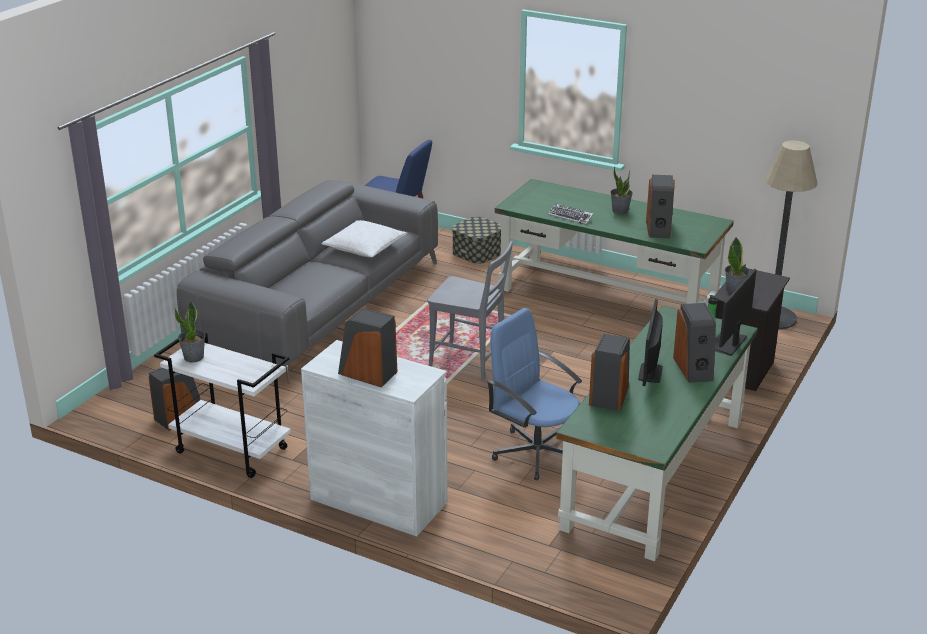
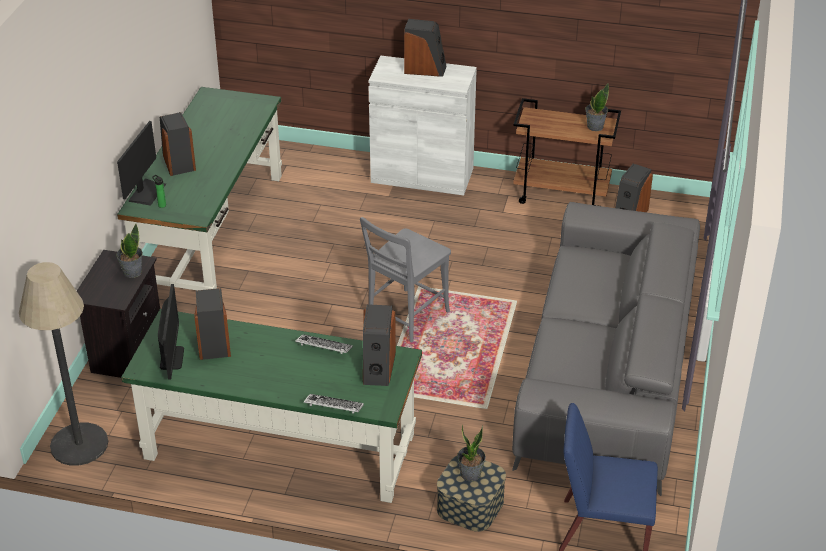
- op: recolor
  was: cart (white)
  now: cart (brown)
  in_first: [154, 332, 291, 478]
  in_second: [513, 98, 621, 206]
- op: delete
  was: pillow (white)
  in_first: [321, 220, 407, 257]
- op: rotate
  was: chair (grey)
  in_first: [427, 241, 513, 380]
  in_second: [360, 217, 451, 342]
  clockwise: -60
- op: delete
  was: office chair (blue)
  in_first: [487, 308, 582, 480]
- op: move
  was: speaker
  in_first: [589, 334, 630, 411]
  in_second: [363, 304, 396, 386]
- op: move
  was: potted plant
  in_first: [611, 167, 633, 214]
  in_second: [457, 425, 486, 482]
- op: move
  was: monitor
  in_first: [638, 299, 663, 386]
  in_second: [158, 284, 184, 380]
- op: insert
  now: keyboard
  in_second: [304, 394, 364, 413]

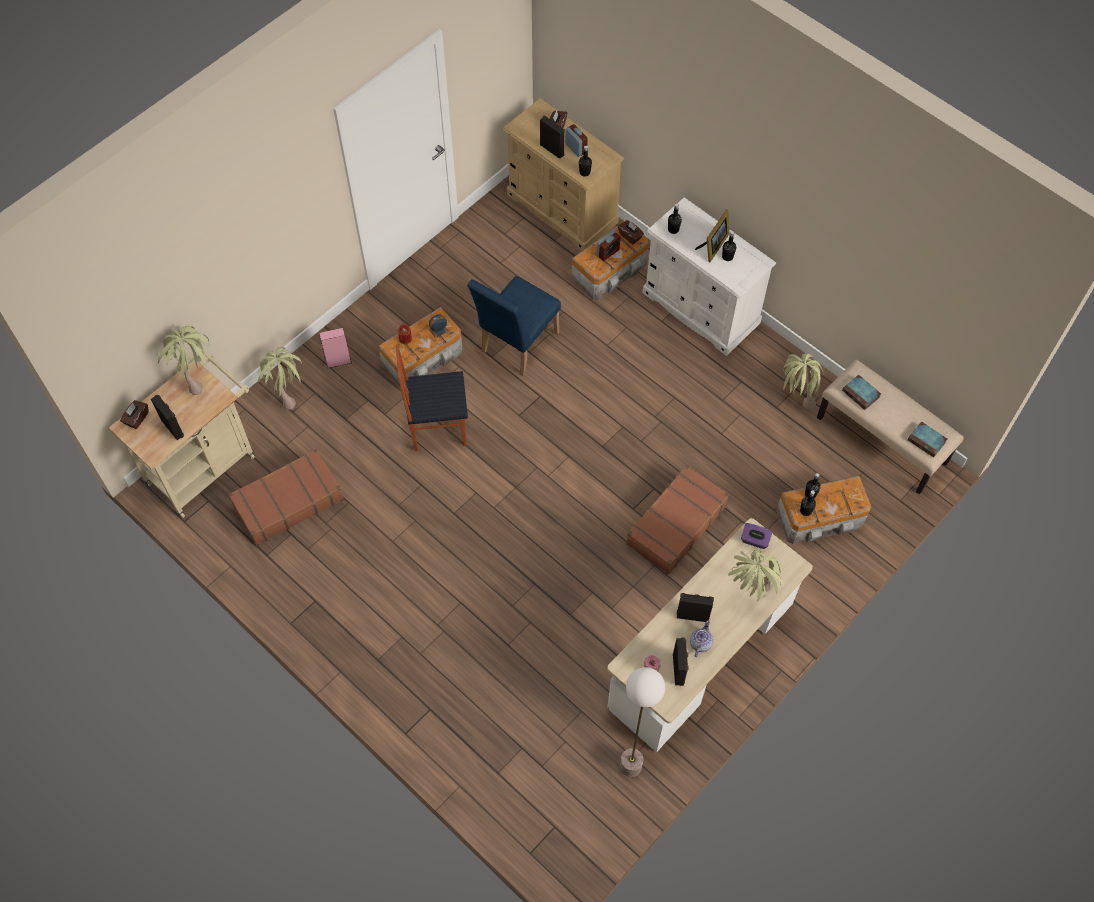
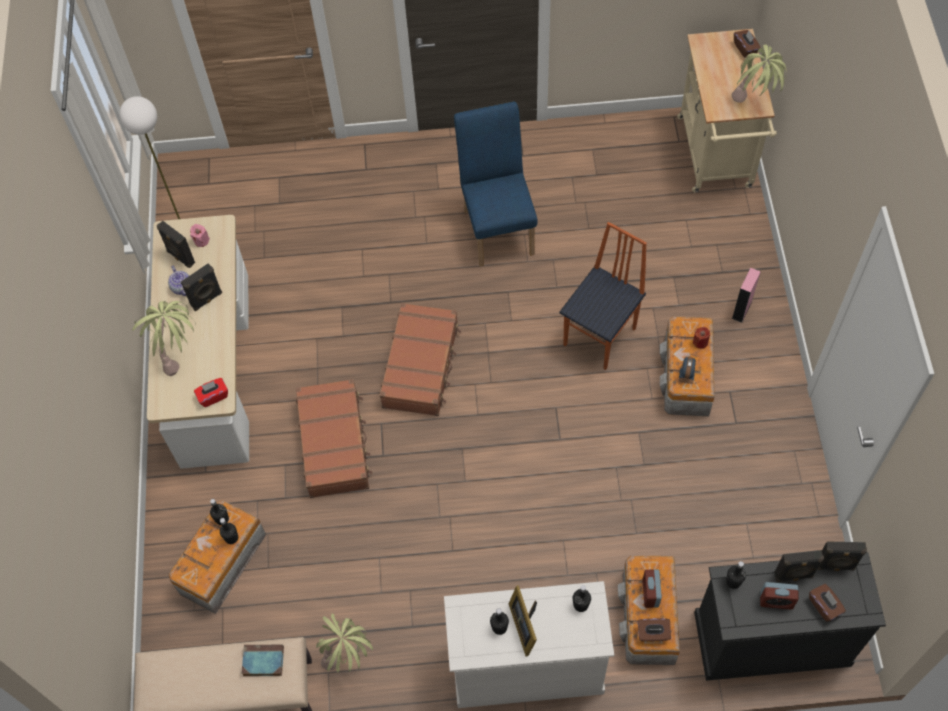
- op: move
  was: speaker (black)
  in_first: [151, 395, 184, 440]
  in_second: [818, 541, 867, 571]
- op: move
  was: suitcase (brown)
  in_first: [228, 449, 344, 546]
  in_second: [379, 303, 461, 416]
- op: delete
  was: potted plant
  in_first: [257, 347, 302, 410]
- op: move
  was: chair (blue)
  in_first: [467, 276, 561, 376]
  in_second: [454, 101, 537, 266]
- op: recolor
  was: dresser (beige)
  now: dresser (black)
  in_first: [503, 98, 624, 251]
  in_second: [694, 552, 886, 681]
- op: recolor
  was: tissue box (purple)
  now: tissue box (red)
  in_first: [741, 523, 773, 549]
  in_second: [194, 378, 228, 407]
- op: delete
  was: book
  in_first: [907, 421, 947, 457]

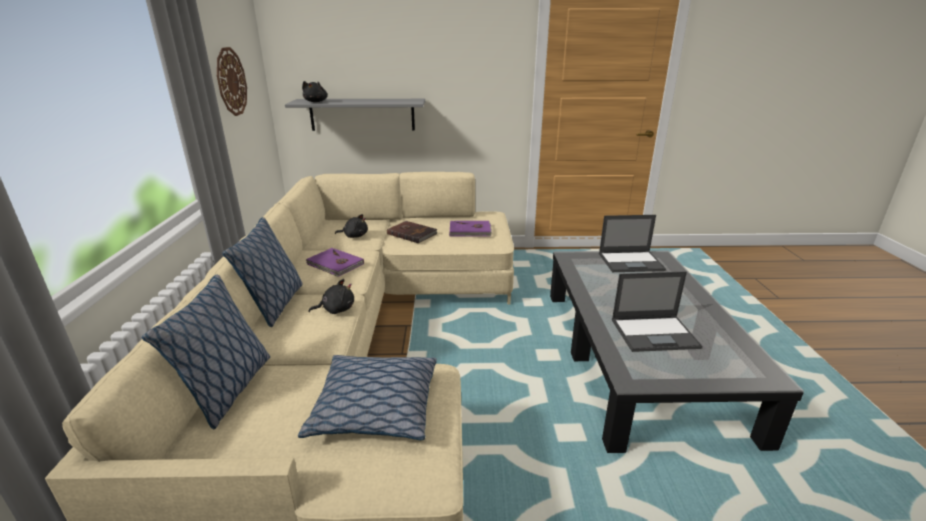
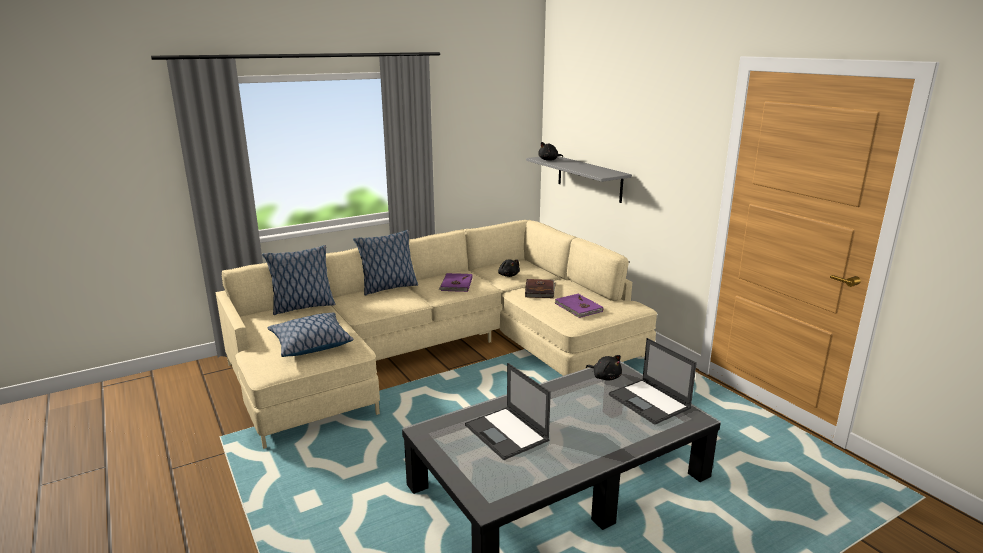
- op: delete
  was: wall clock
  in_first: [217, 47, 247, 116]
- op: move
  was: plush toy (black)
  in_first: [309, 279, 354, 314]
  in_second: [586, 355, 622, 381]

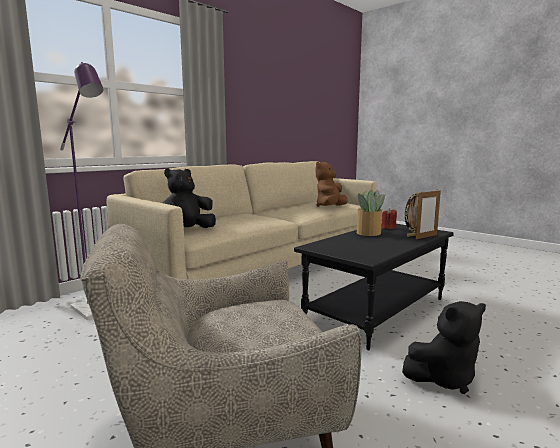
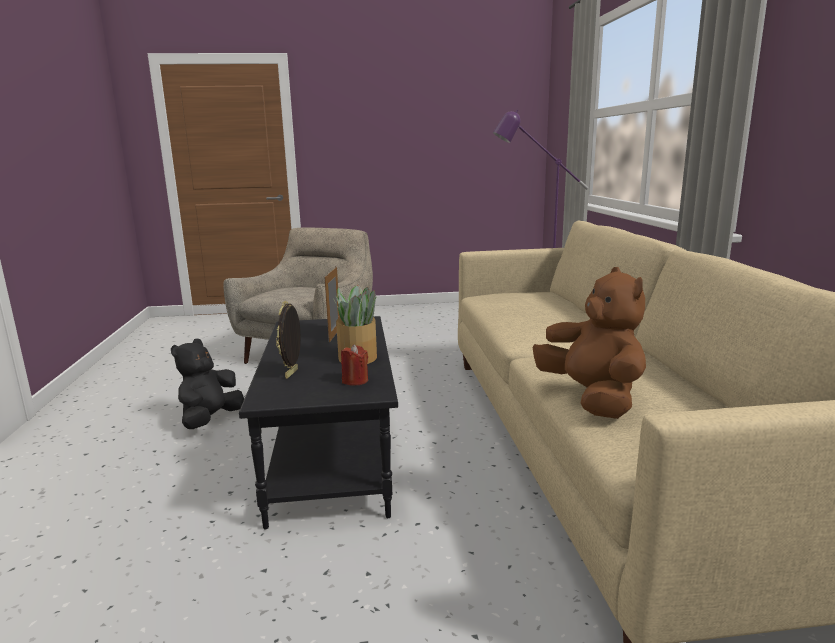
- op: delete
  was: plush toy (black)
  in_first: [163, 168, 216, 228]
- op: move
  was: picture frame
  in_first: [415, 190, 441, 239]
  in_second: [325, 266, 340, 342]

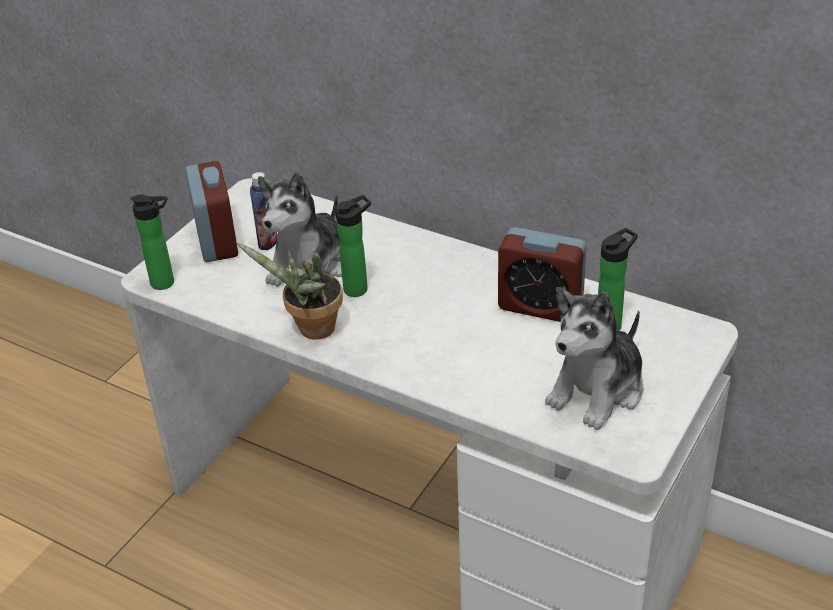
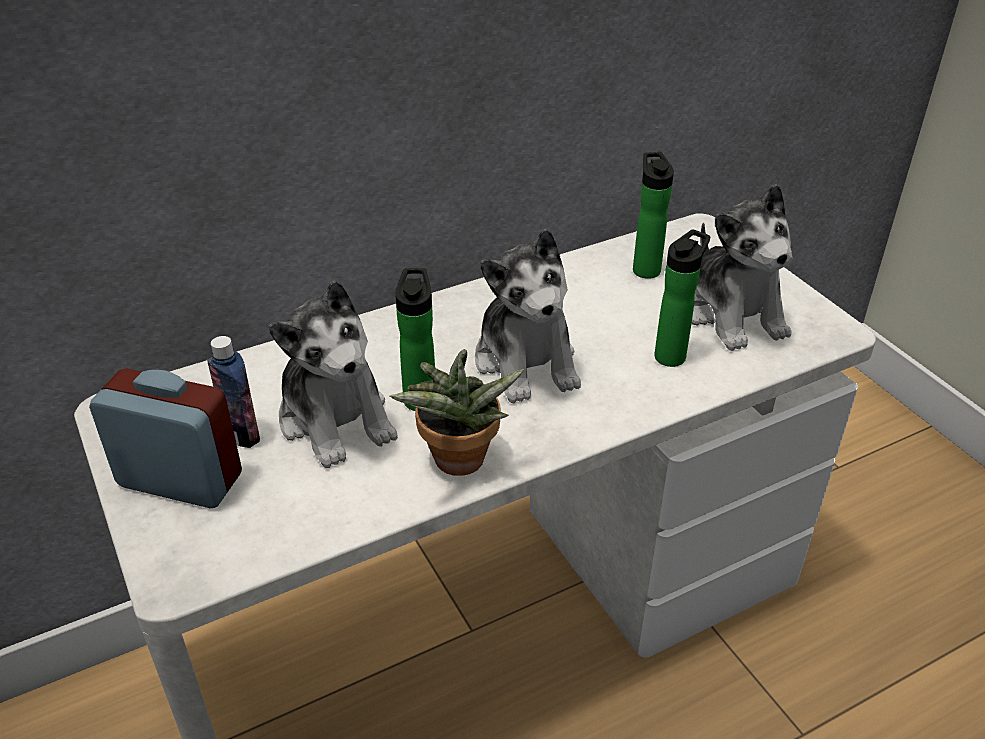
- op: move
  was: bottle
  in_first: [131, 194, 174, 290]
  in_second: [654, 229, 710, 367]
- op: delete
  was: alarm clock
  in_first: [498, 227, 587, 322]
- op: insert
  now: plush toy
  in_second: [475, 228, 581, 403]

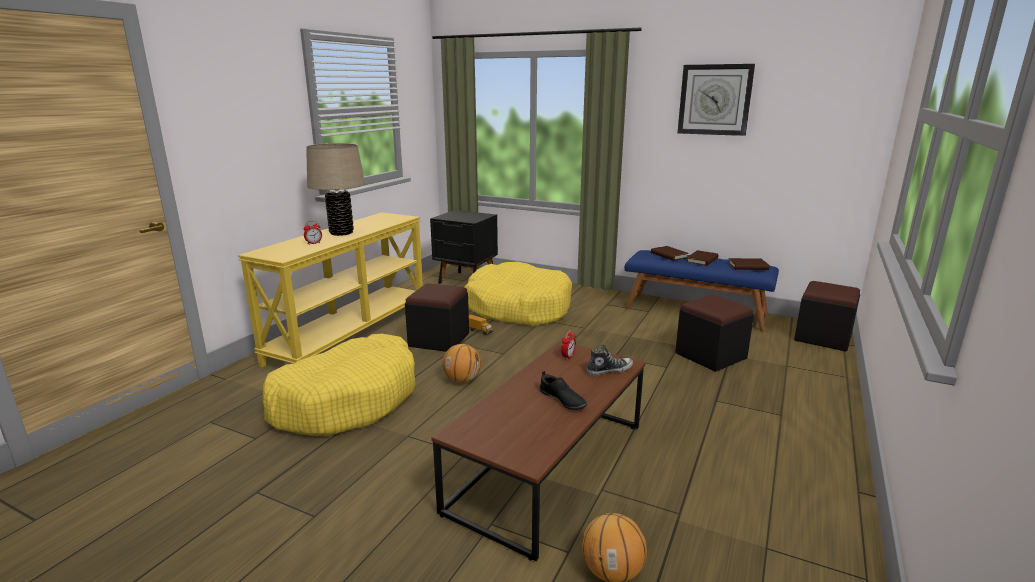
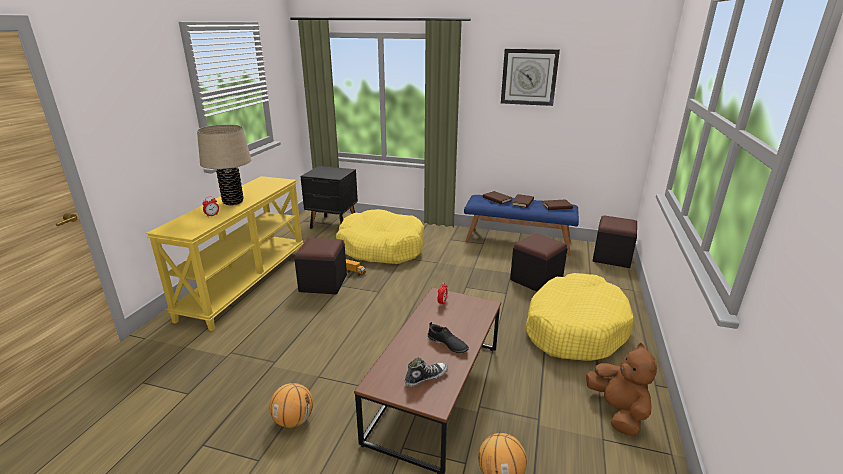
- op: move
  was: dog bed (yellow)
  in_first: [263, 334, 415, 436]
  in_second: [526, 273, 633, 361]
- op: move
  was: basketball
  in_first: [442, 344, 481, 383]
  in_second: [269, 383, 313, 428]
- op: move
  was: shoe
  in_first: [587, 345, 633, 376]
  in_second: [405, 357, 448, 387]
- op: insert
  now: plush toy (brown)
  in_second: [586, 343, 657, 436]

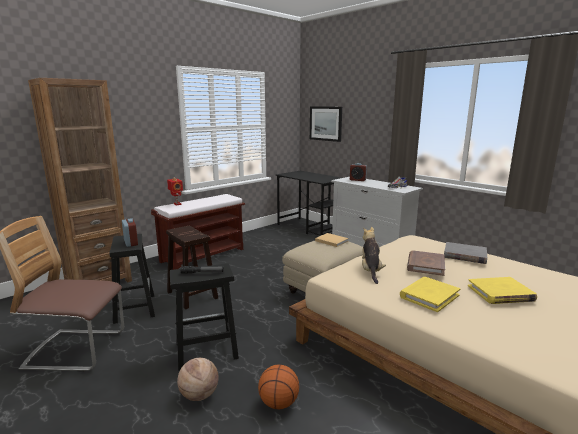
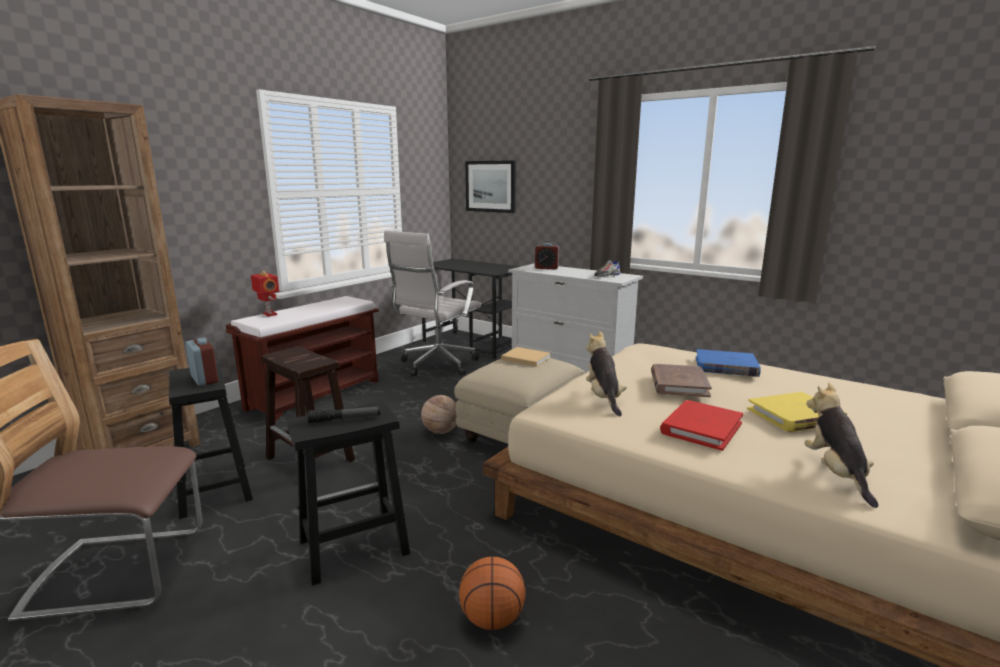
- op: move
  was: basketball
  in_first: [177, 358, 219, 401]
  in_second: [421, 395, 457, 434]
- op: recolor
  was: book (yellow)
  now: book (red)
  in_first: [400, 277, 460, 312]
  in_second: [660, 400, 743, 451]
- op: recolor
  was: book (grey)
  now: book (blue)
  in_first: [444, 242, 487, 264]
  in_second: [696, 349, 761, 377]
- op: insert
  now: office chair (white)
  in_second: [384, 230, 481, 376]
- op: insert
  now: plush toy
  in_second: [805, 383, 878, 508]

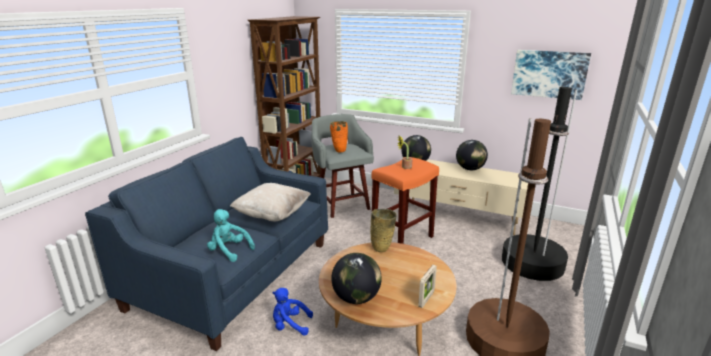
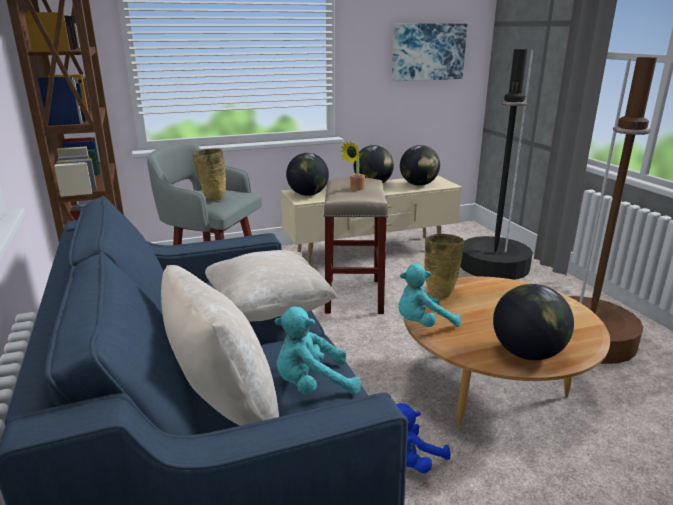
- op: recolor
  was: vase (orange)
  now: vase (beige)
  in_first: [330, 121, 348, 152]
  in_second: [193, 148, 226, 201]
- op: recolor
  was: stool (orange)
  now: stool (beige)
  in_first: [371, 157, 439, 244]
  in_second: [323, 177, 388, 314]
- op: delete
  was: picture frame
  in_first: [418, 265, 437, 308]
- op: insert
  now: pillow (beige)
  in_second: [161, 265, 279, 426]
- op: insert
  now: plush toy (turquoise)
  in_second: [398, 264, 461, 327]
- op: insert
  now: globe
  in_second: [400, 145, 440, 186]

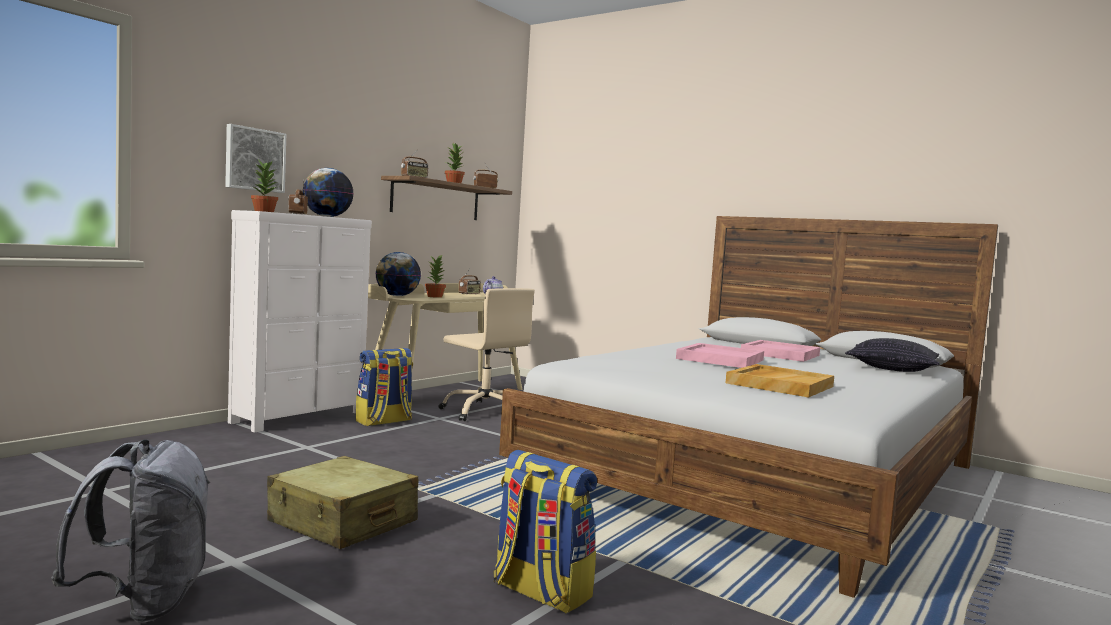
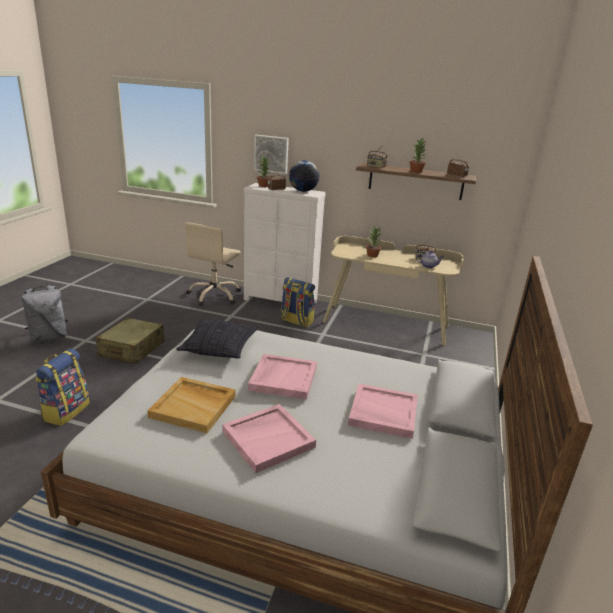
- op: delete
  was: globe
  in_first: [376, 252, 421, 296]
- op: move
  was: office chair (beige)
  in_first: [438, 288, 535, 421]
  in_second: [185, 222, 241, 306]
- op: move
  was: pillow
  in_first: [845, 338, 940, 372]
  in_second: [176, 319, 258, 359]
- op: insert
  now: tray (pink)
  in_second: [222, 404, 316, 473]

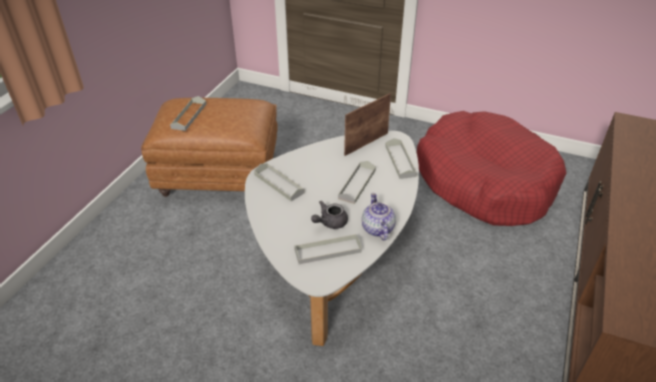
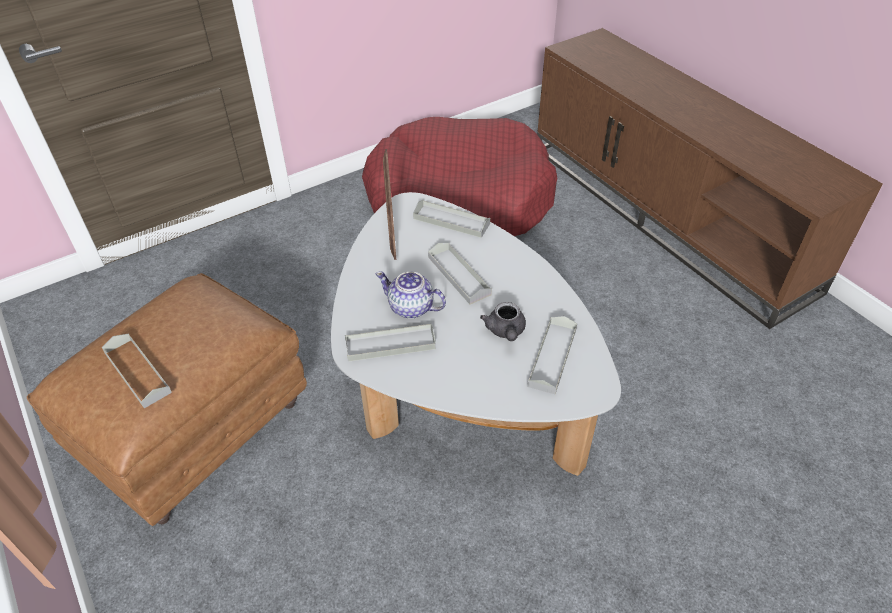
- op: move
  was: teapot
  in_first: [362, 193, 396, 241]
  in_second: [376, 271, 446, 318]

